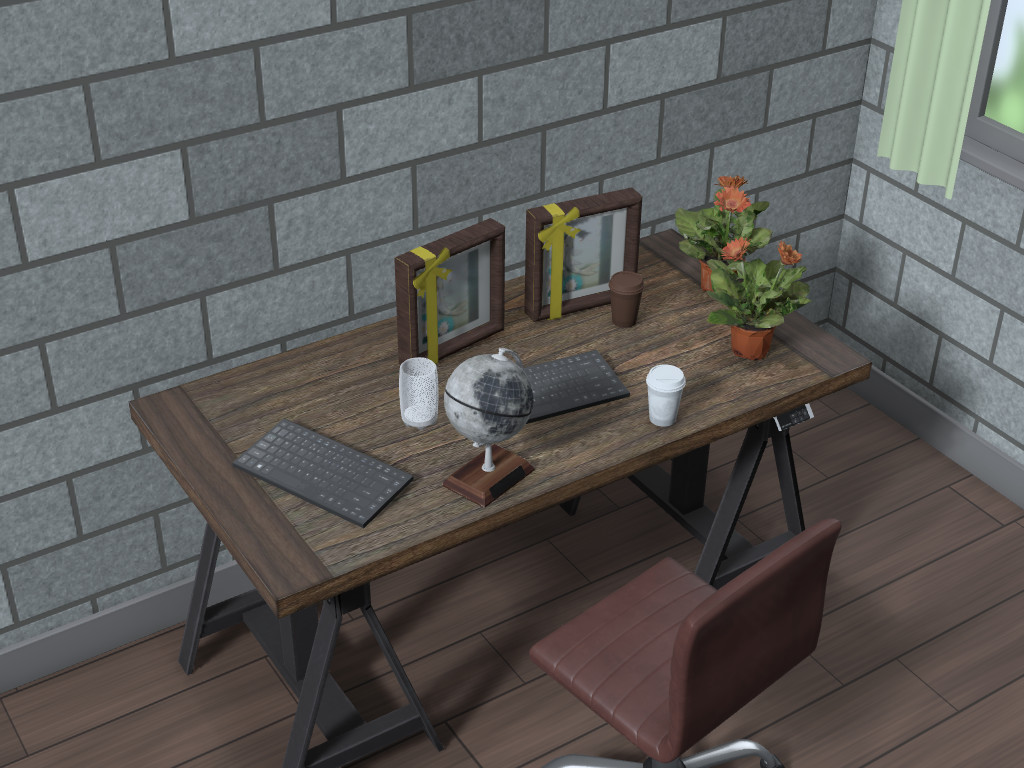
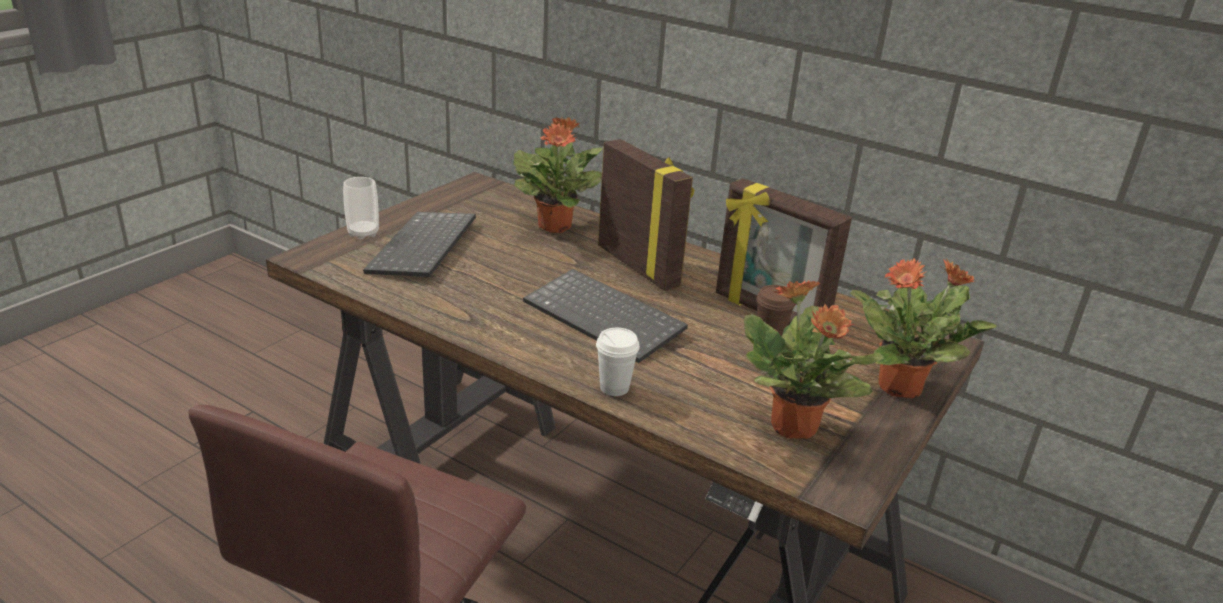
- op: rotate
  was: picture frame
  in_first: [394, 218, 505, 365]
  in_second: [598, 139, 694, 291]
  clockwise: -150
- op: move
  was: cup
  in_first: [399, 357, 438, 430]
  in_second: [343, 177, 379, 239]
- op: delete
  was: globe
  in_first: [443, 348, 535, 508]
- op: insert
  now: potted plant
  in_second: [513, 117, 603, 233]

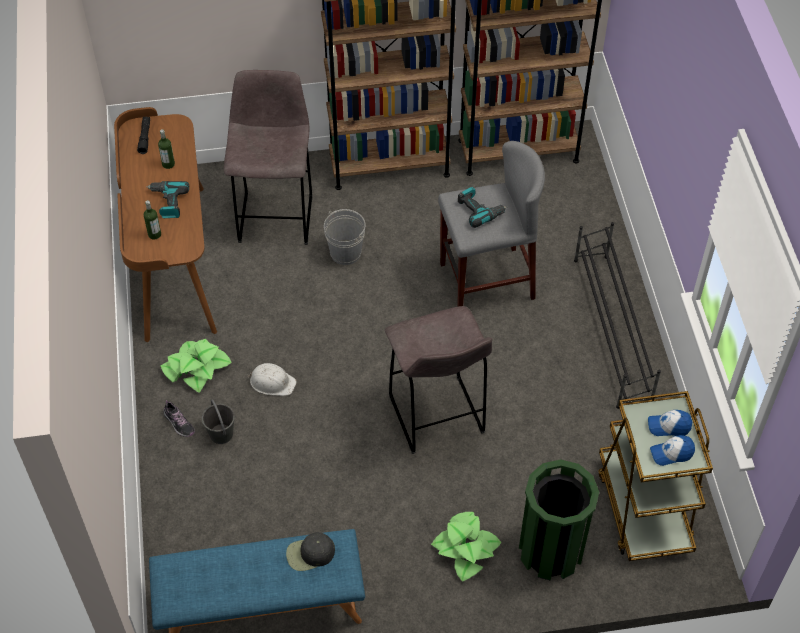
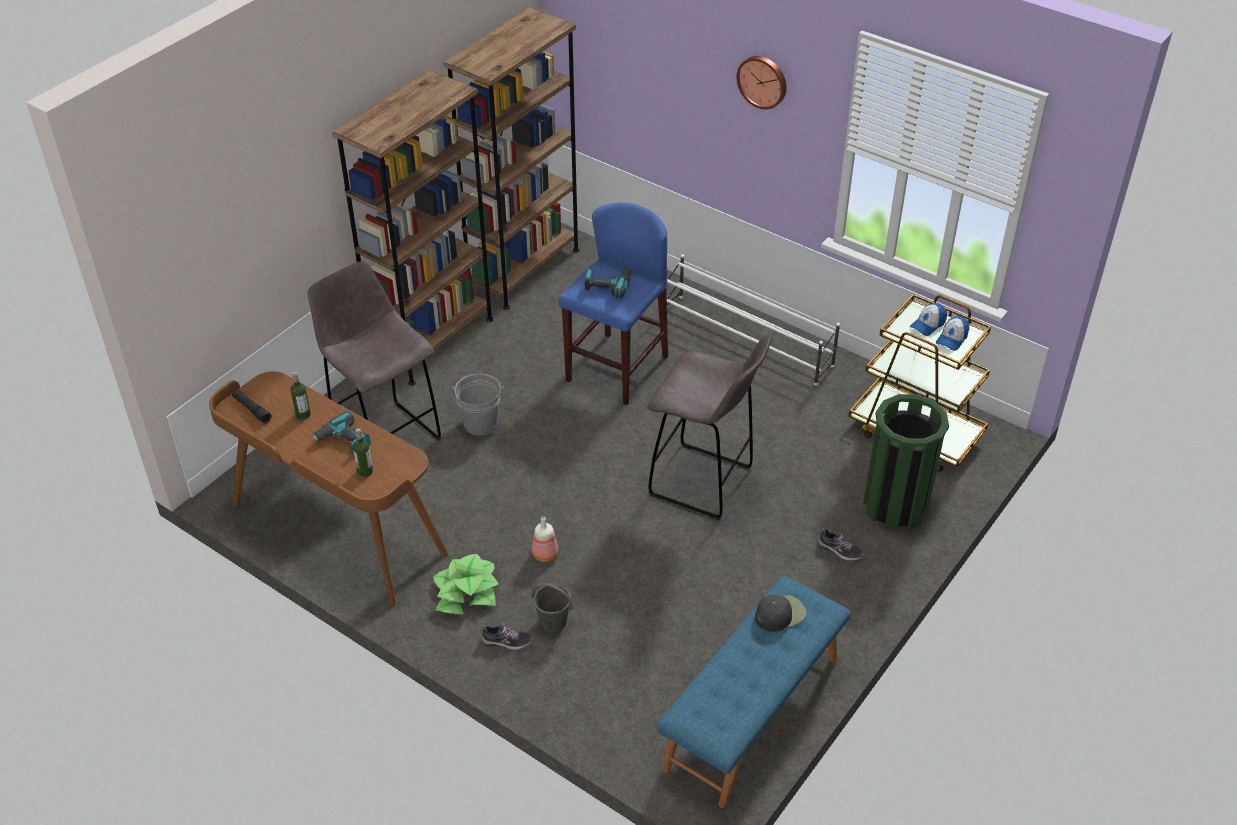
- op: replace
  was: hard hat (white)
  now: bottle
  in_first: [247, 363, 297, 396]
  in_second: [532, 517, 558, 562]
- op: rotate
  was: cap (black)
  in_first: [286, 532, 335, 571]
  in_second: [755, 595, 806, 632]
  clockwise: -150
- op: replace
  was: potted plant
  now: shoe
  in_first: [431, 512, 502, 582]
  in_second: [818, 527, 864, 561]
- op: recolor
  was: stool (grey)
  now: stool (blue)
  in_first: [438, 141, 545, 307]
  in_second: [559, 202, 668, 405]
- op: recolor
  was: shoe rack (black)
  now: shoe rack (white)
  in_first: [574, 222, 661, 409]
  in_second: [667, 254, 840, 386]
- op: insert
  now: wall clock
  in_second: [736, 56, 786, 109]

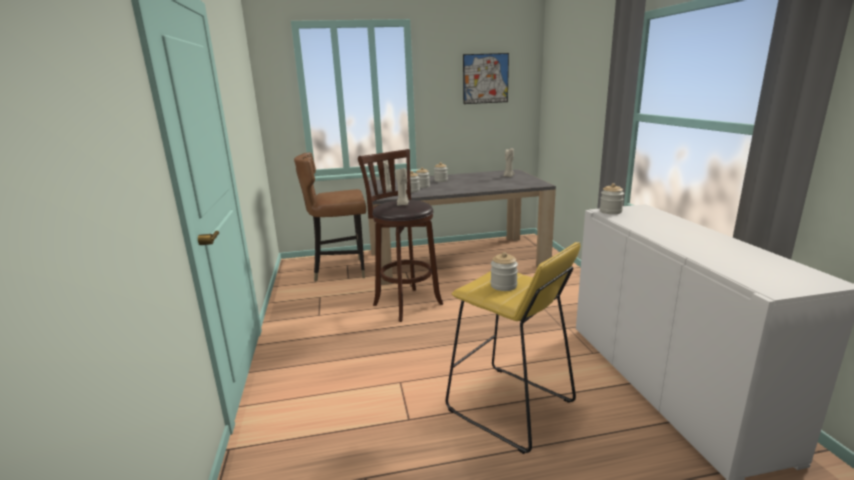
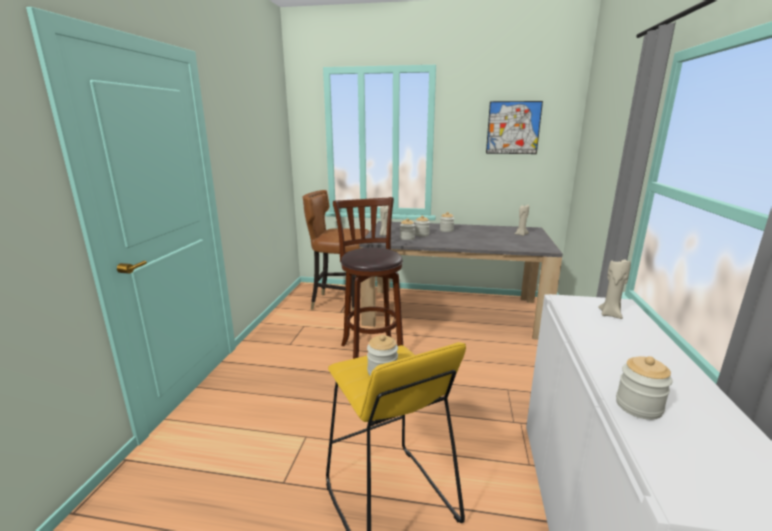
- op: move
  was: candle (beige)
  in_first: [395, 168, 409, 206]
  in_second: [598, 259, 631, 319]
- op: move
  was: jar
  in_first: [600, 183, 624, 214]
  in_second: [616, 356, 673, 420]

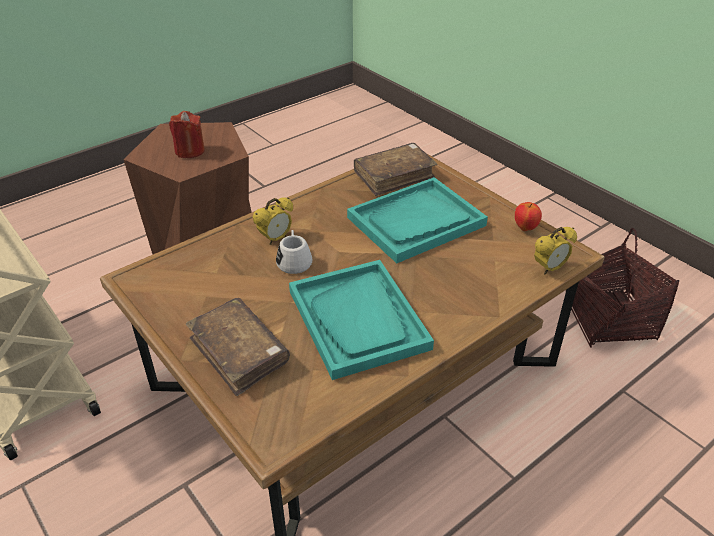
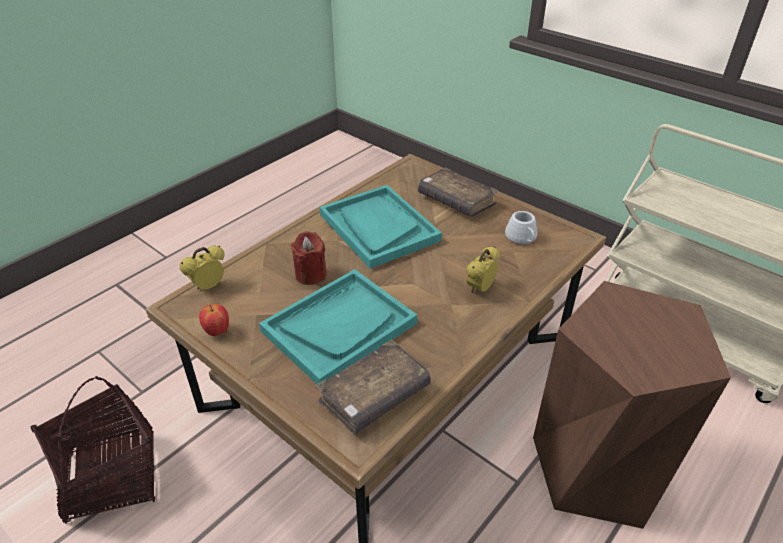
- op: move
  was: candle (red)
  in_first: [169, 111, 205, 158]
  in_second: [291, 231, 327, 285]
- op: move
  was: mug (white)
  in_first: [276, 230, 312, 274]
  in_second: [505, 211, 537, 244]

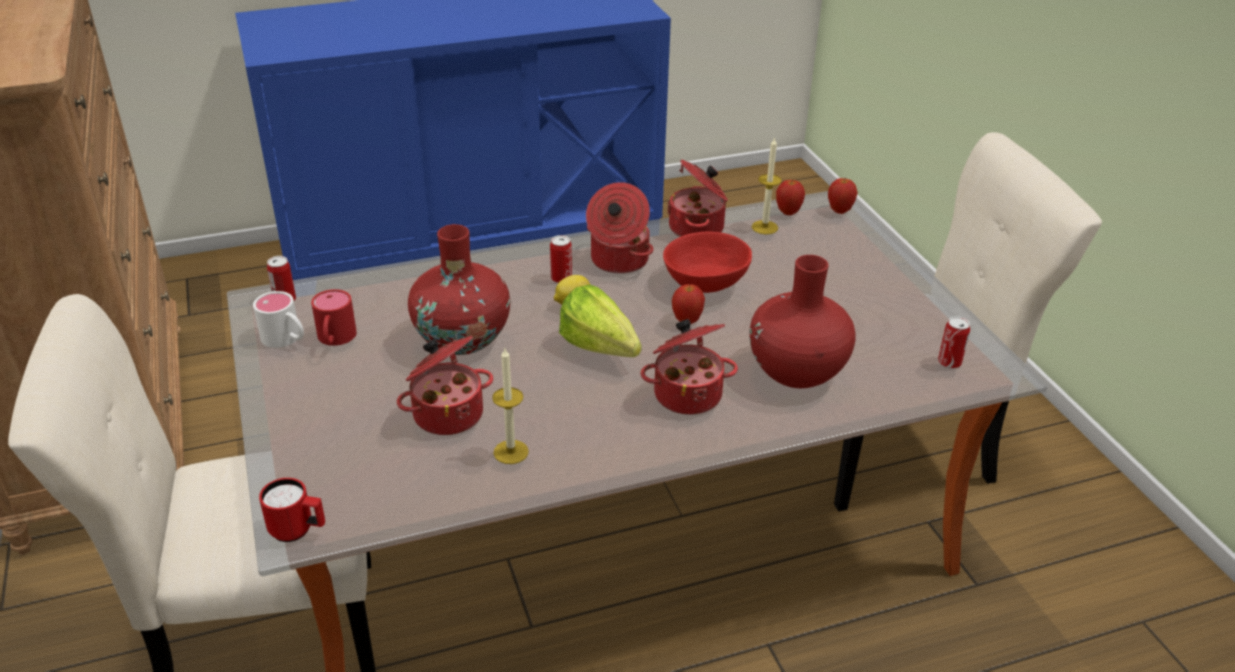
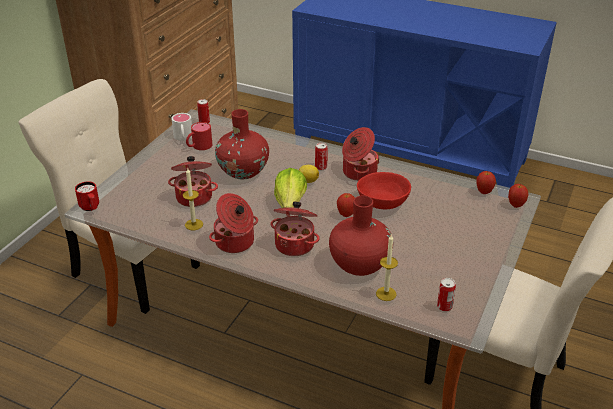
- op: move
  was: cooking pot
  in_first: [667, 159, 728, 237]
  in_second: [209, 193, 258, 253]
- op: move
  was: candle
  in_first: [752, 137, 782, 234]
  in_second: [376, 234, 398, 301]

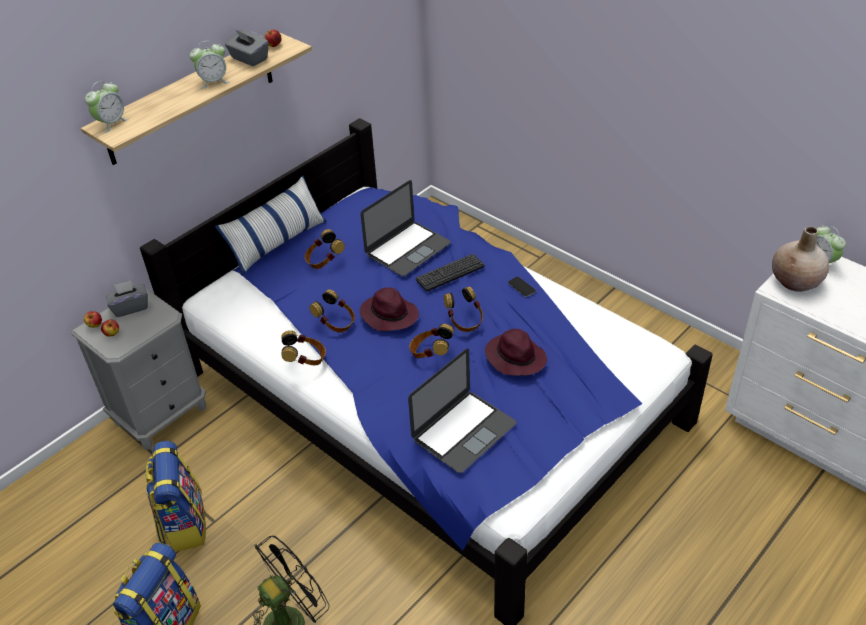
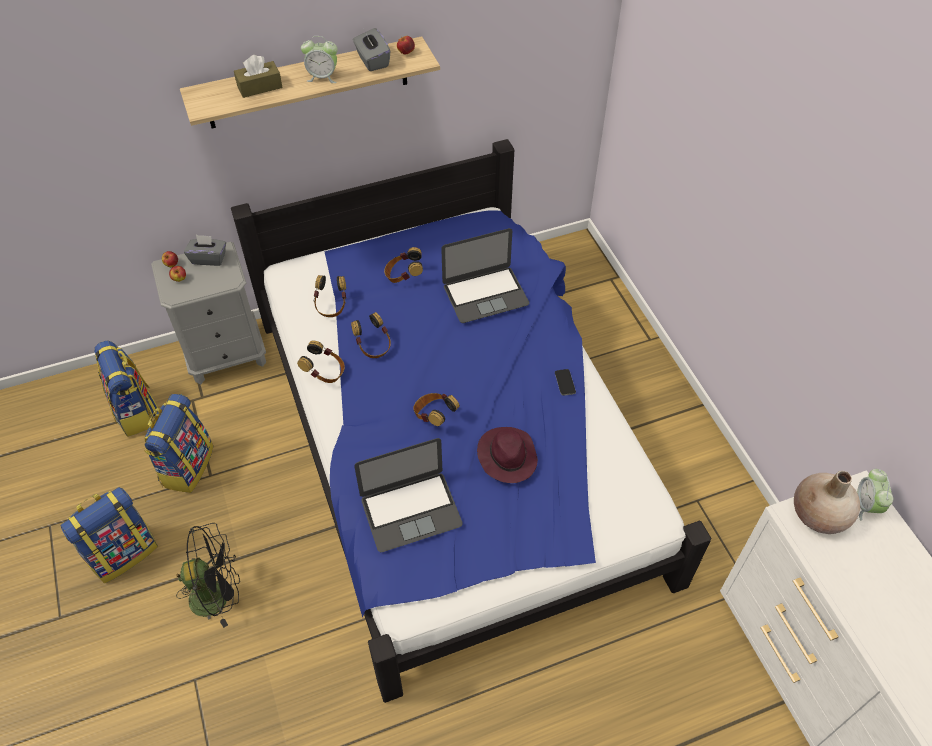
- op: delete
  was: alarm clock
  in_first: [85, 81, 129, 133]
- op: delete
  was: pillow
  in_first: [215, 176, 327, 276]
- op: delete
  was: hat (purple)
  in_first: [360, 287, 419, 331]
- op: delete
  was: keyboard
  in_first: [416, 254, 484, 292]
- op: move
  was: headphones
  in_first: [444, 287, 483, 332]
  in_second: [314, 275, 346, 317]
- op: insert
  now: backpack
  in_second: [94, 341, 158, 437]
- op: insert
  now: tissue box (brown)
  in_second: [234, 55, 282, 98]

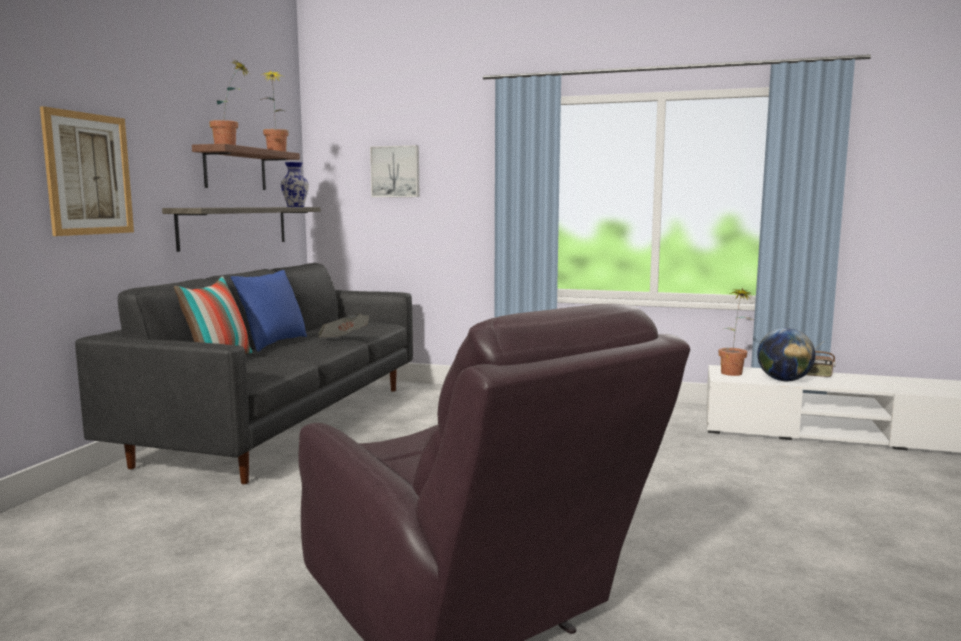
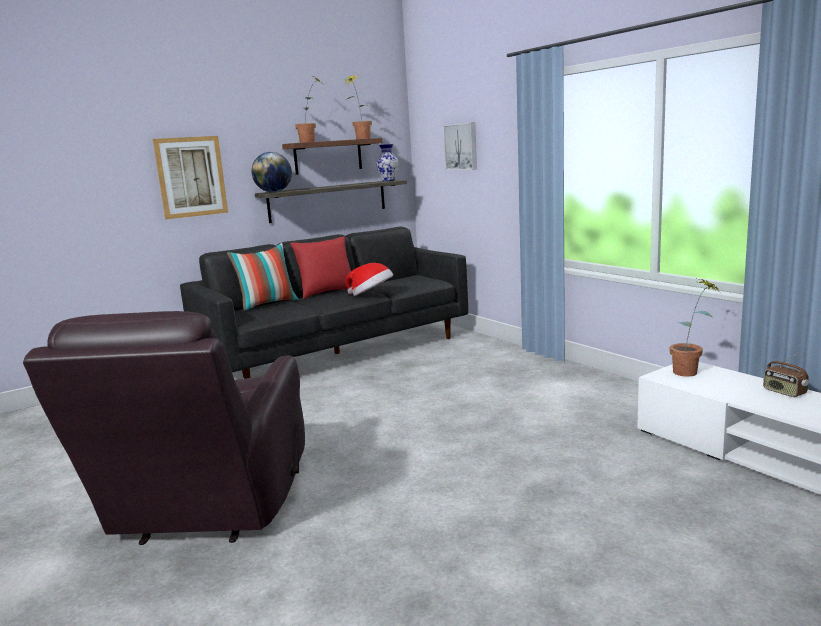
- op: recolor
  was: pillow (blue)
  now: pillow (red)
  in_first: [230, 270, 307, 352]
  in_second: [290, 236, 351, 299]
- op: replace
  was: newspaper
  now: hat
  in_first: [318, 314, 370, 338]
  in_second: [346, 263, 393, 296]
- op: move
  was: globe
  in_first: [757, 328, 816, 381]
  in_second: [252, 152, 292, 192]

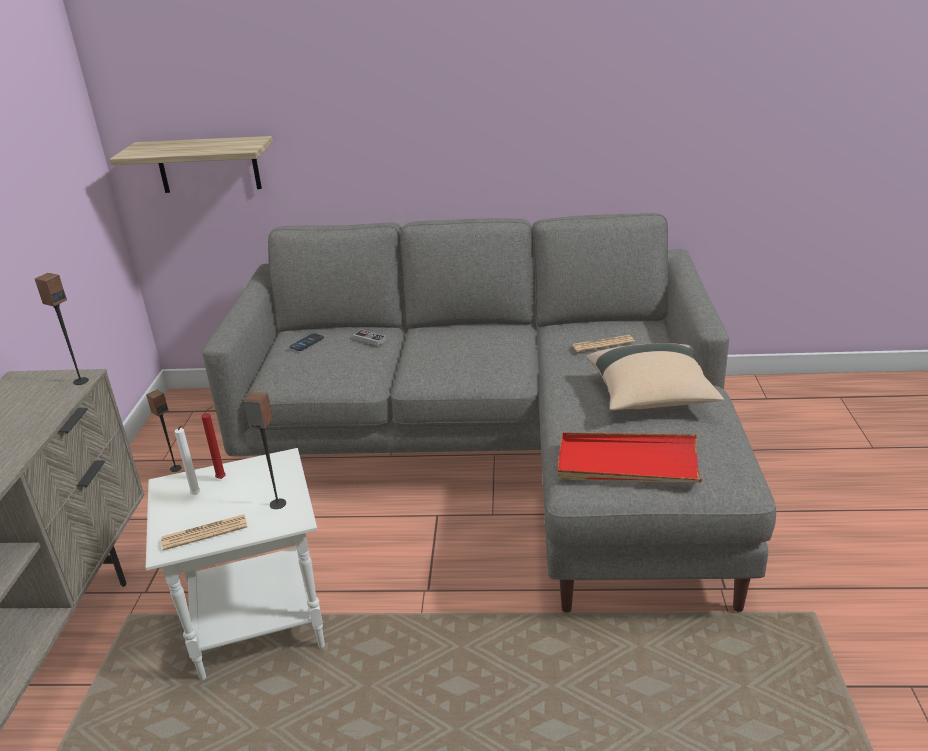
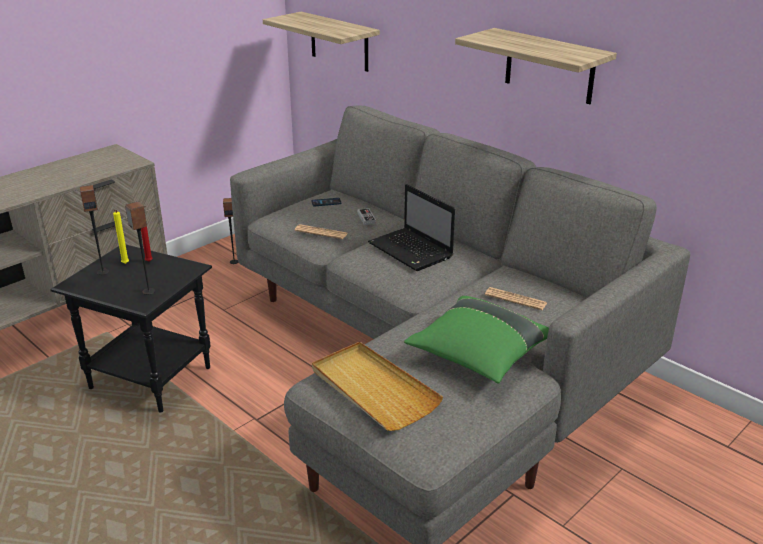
- op: move
  was: speaker
  in_first: [35, 273, 89, 385]
  in_second: [80, 185, 109, 275]
- op: recolor
  was: side table (white)
  now: side table (black)
  in_first: [146, 448, 325, 680]
  in_second: [50, 245, 212, 413]
- op: move
  was: newspaper
  in_first: [161, 514, 247, 551]
  in_second: [295, 224, 348, 239]
- op: recolor
  was: candle (white)
  now: candle (yellow)
  in_first: [174, 425, 201, 495]
  in_second: [113, 210, 129, 264]
- op: recolor
  was: tray (red)
  now: tray (beige)
  in_first: [558, 433, 702, 482]
  in_second: [312, 342, 443, 431]
- op: recolor
  was: pillow (beige)
  now: pillow (green)
  in_first: [586, 343, 724, 411]
  in_second: [404, 296, 549, 383]
- op: insert
  now: laptop
  in_second: [368, 184, 455, 271]
- op: insert
  now: shelf
  in_second: [455, 28, 617, 104]

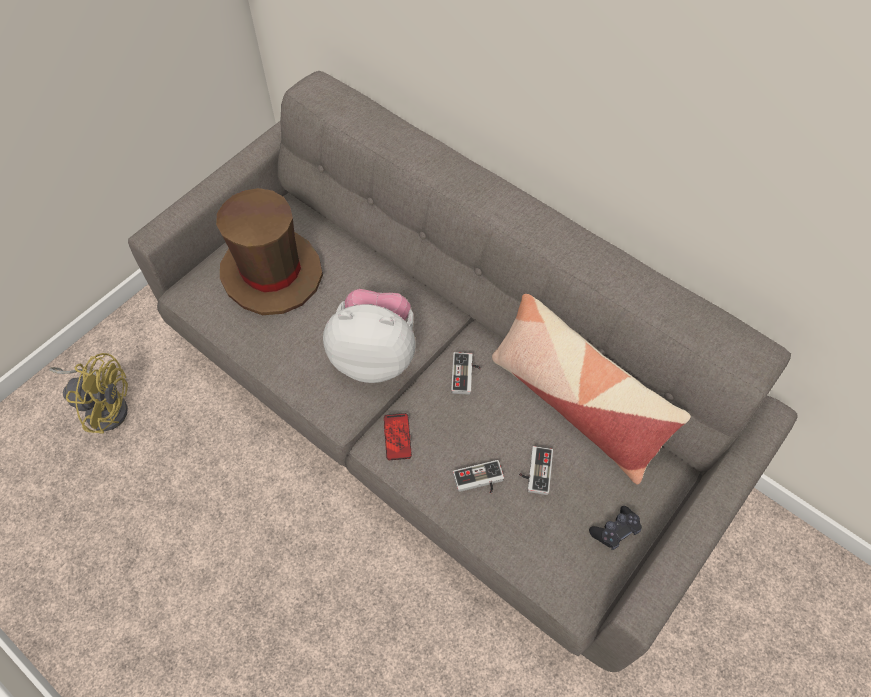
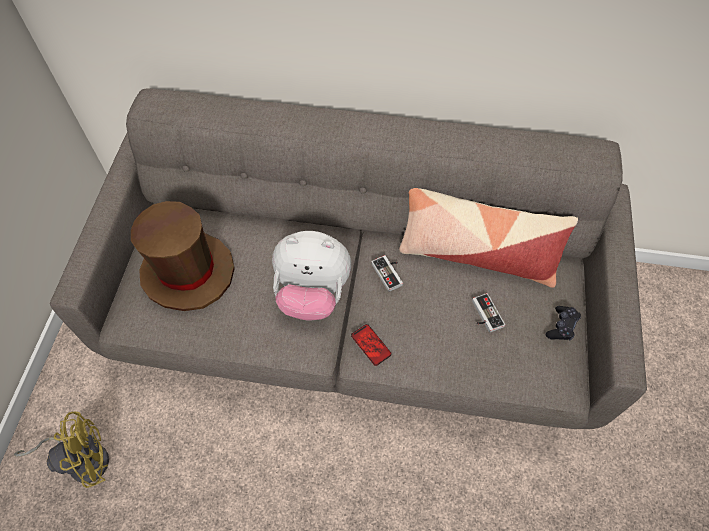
- op: rotate
  was: plush toy
  in_first: [323, 289, 415, 383]
  in_second: [272, 231, 351, 321]
  clockwise: -150
- op: delete
  was: game controller
  in_first: [453, 460, 504, 493]

